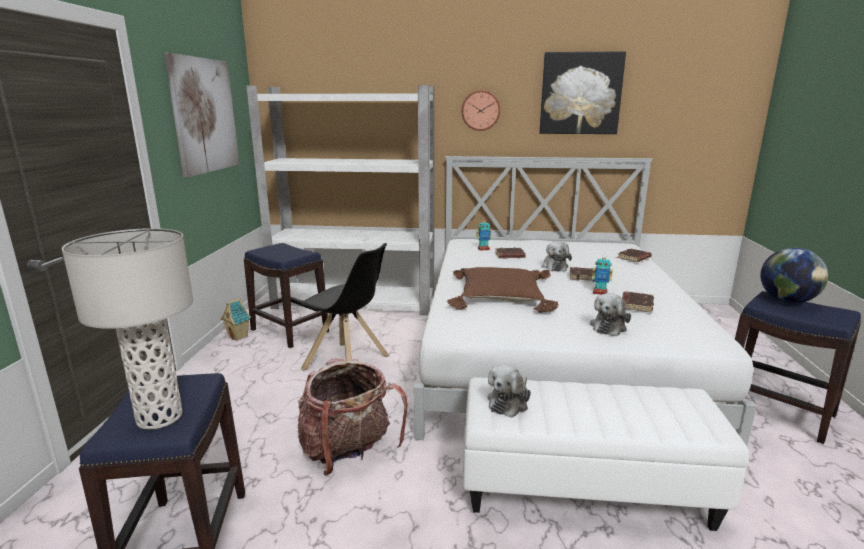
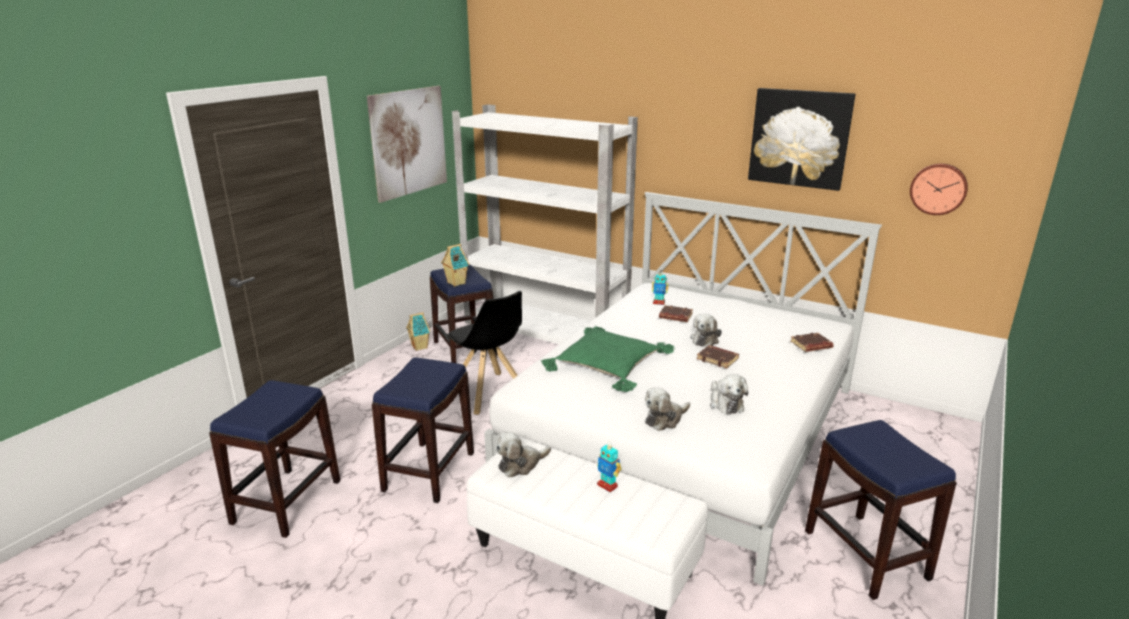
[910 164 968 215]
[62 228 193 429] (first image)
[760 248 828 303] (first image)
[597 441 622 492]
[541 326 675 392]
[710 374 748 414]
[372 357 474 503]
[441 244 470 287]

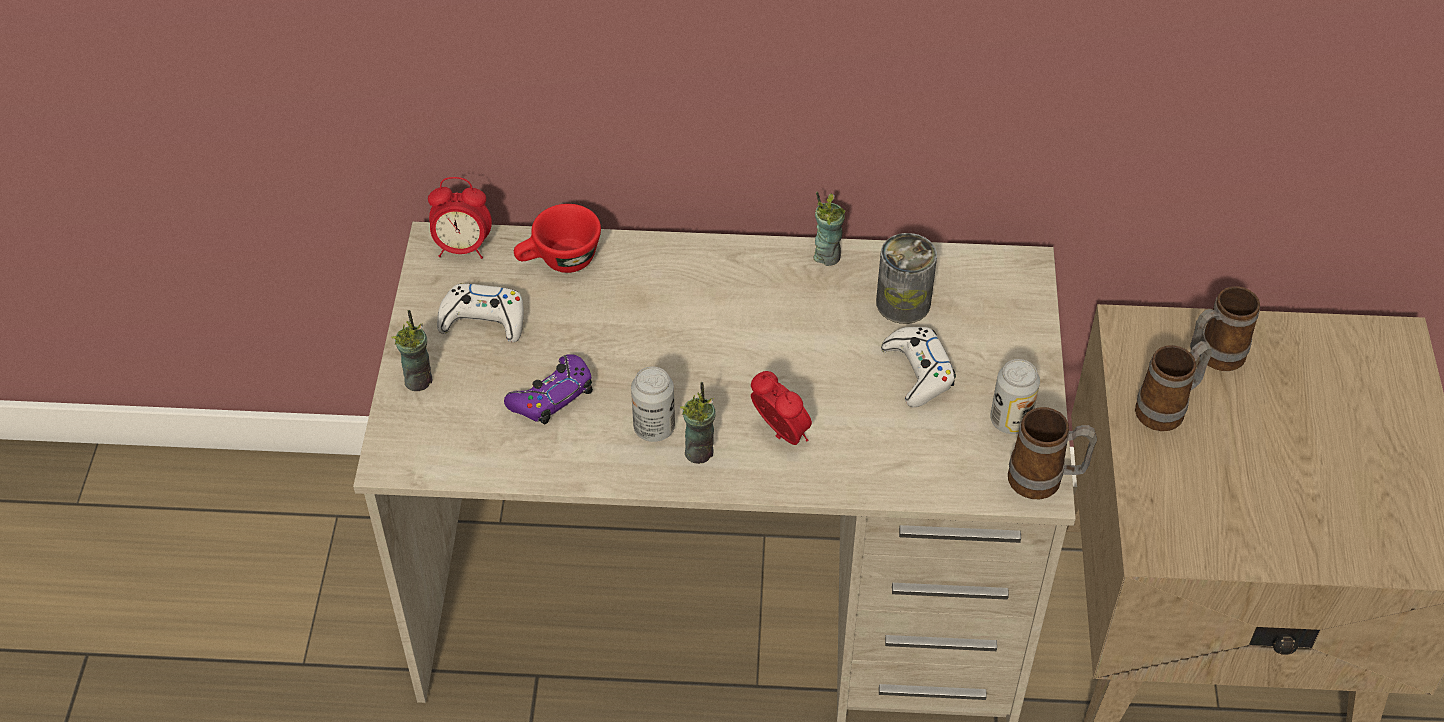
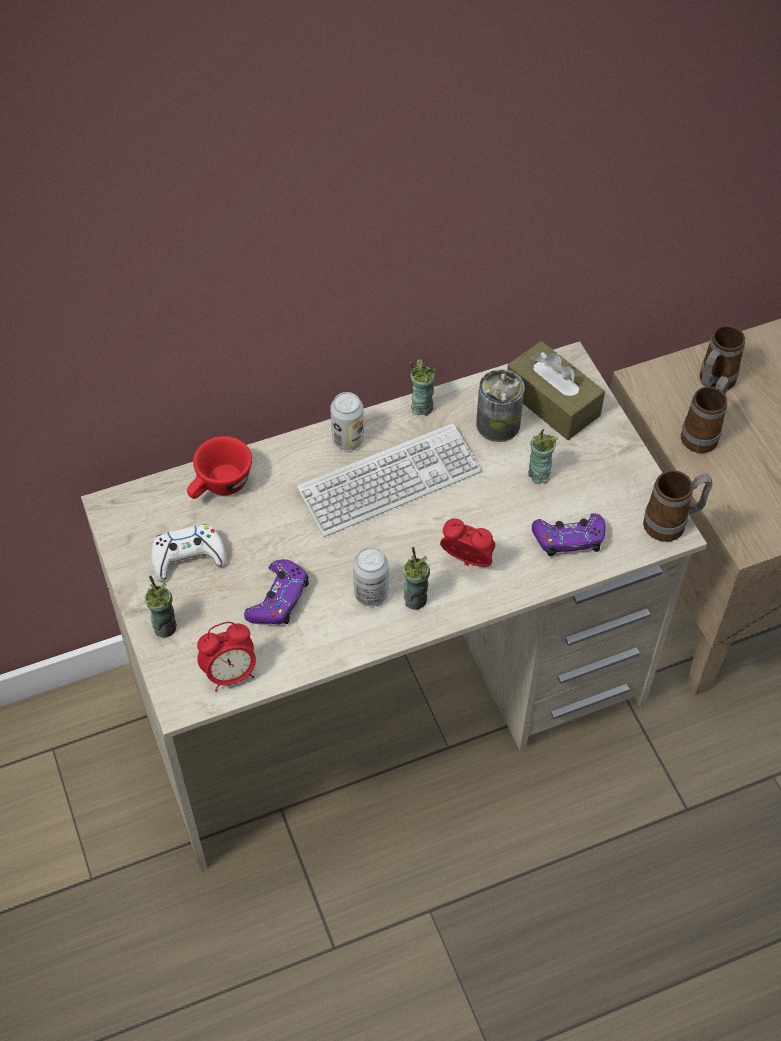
[197 622 256 691]
[528 429 559 484]
[330 392 364 450]
[507 341 605 440]
[297 423 482 537]
[532 513 605 556]

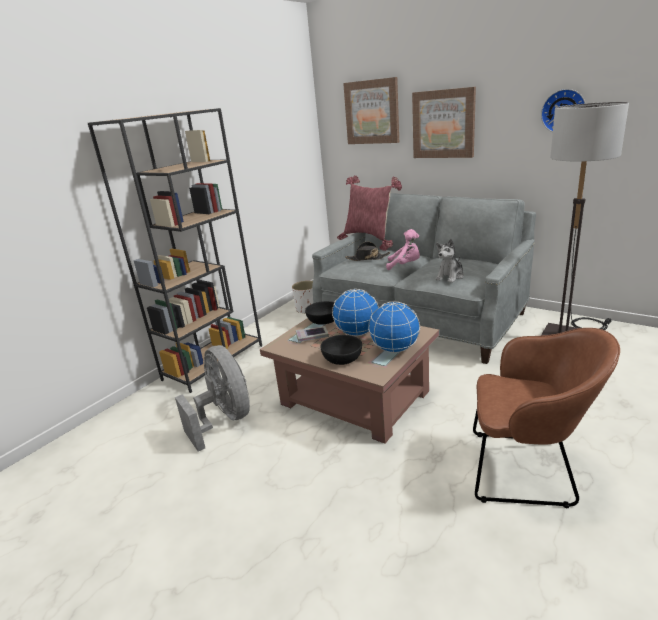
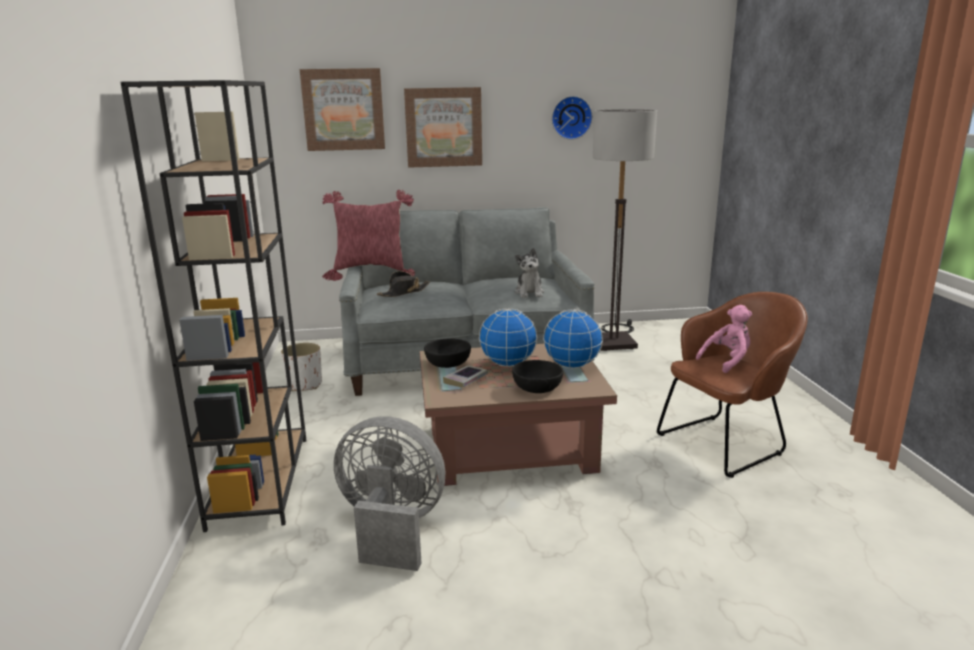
[696 305 752 373]

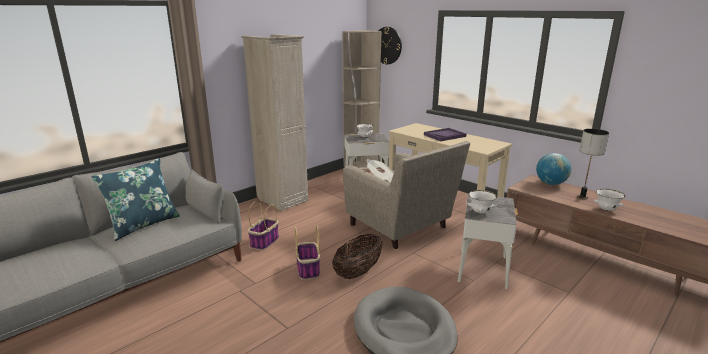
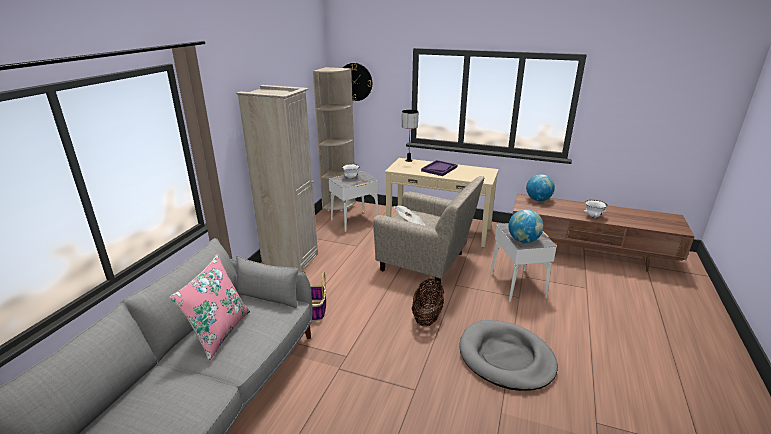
[402 110 418 162]
[169 254 250 361]
[509 209 544 243]
[295 225 320 280] (first image)

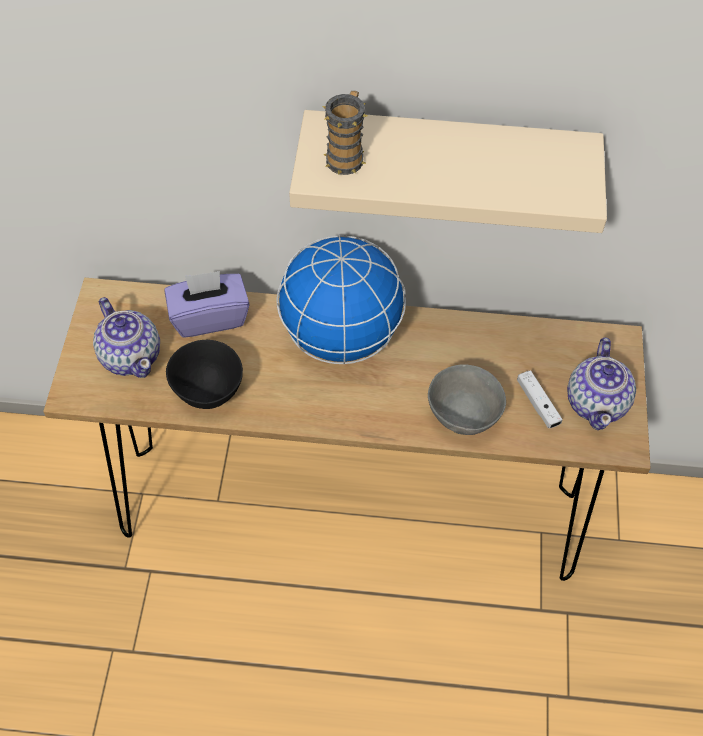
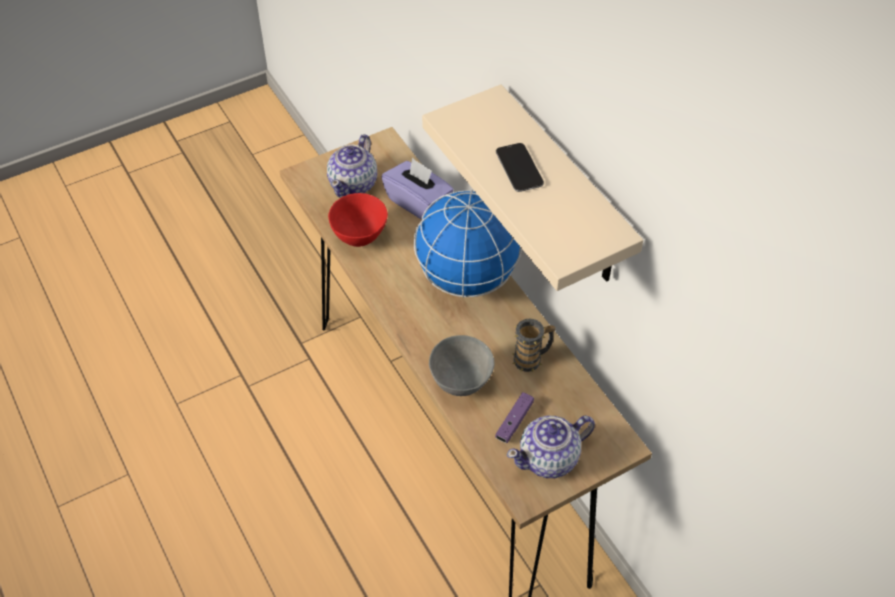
[512 319 556 372]
[328 193 388 247]
[495 392 534 443]
[496 143 544 192]

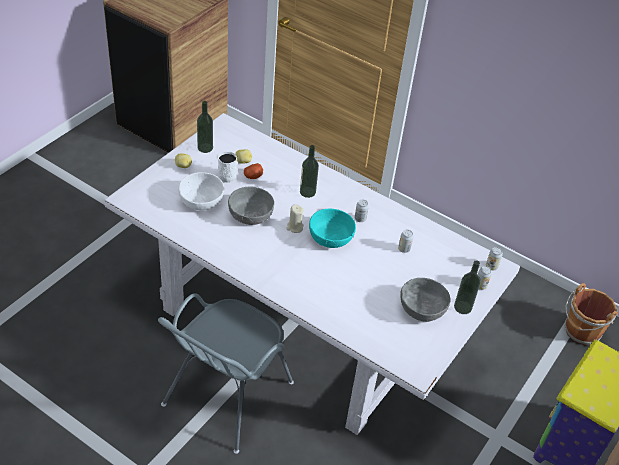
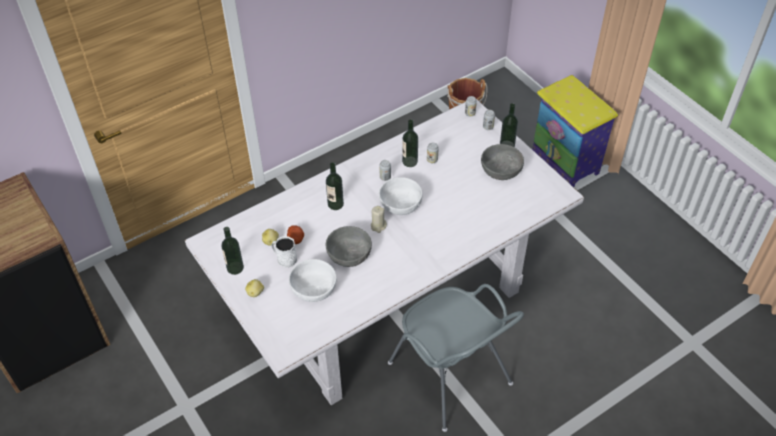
[379 177 423 215]
[402 119 418 167]

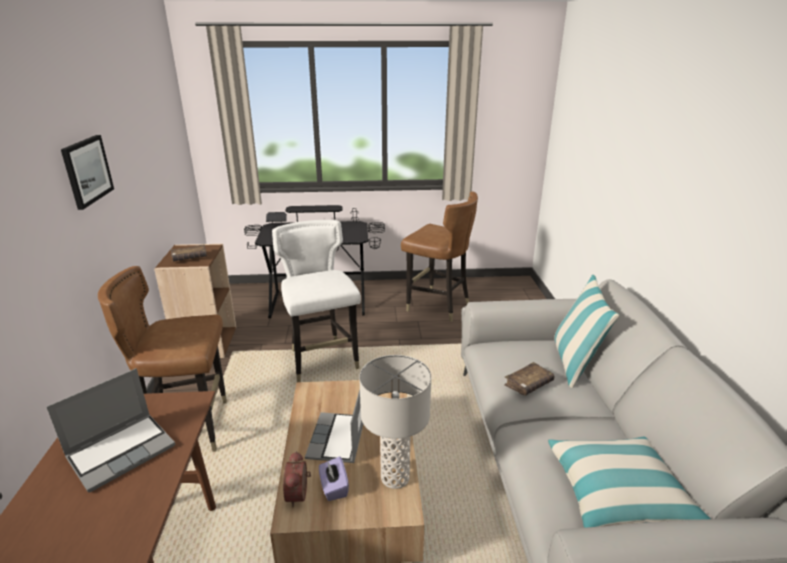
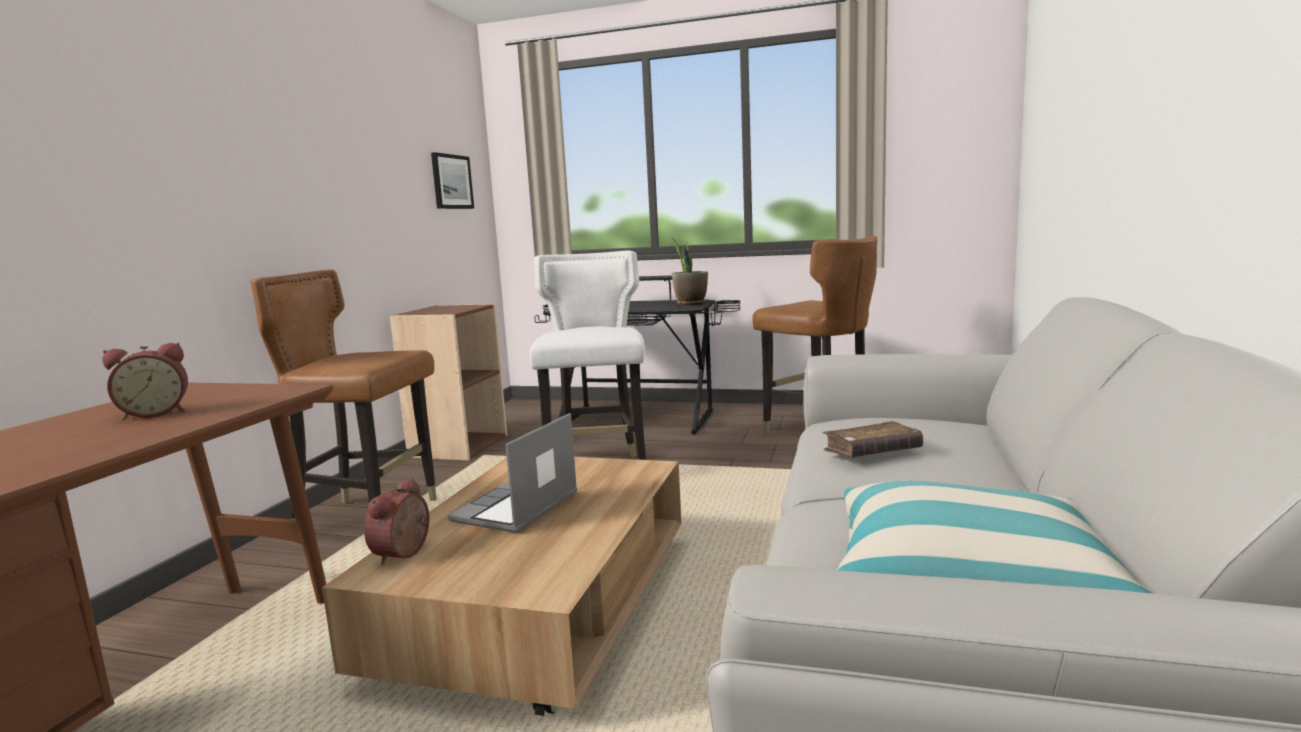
[431 152 474 209]
[171 244 207 262] (first image)
[554 275 619 388] (first image)
[359 355 432 489] (first image)
[102 343 188 420]
[319 456 349 501] (first image)
[672 238 708 305]

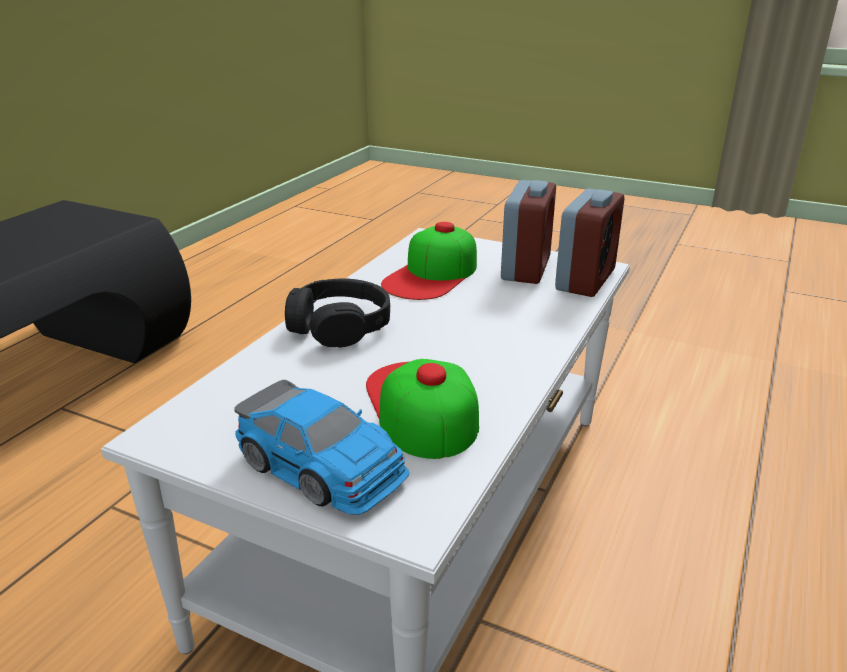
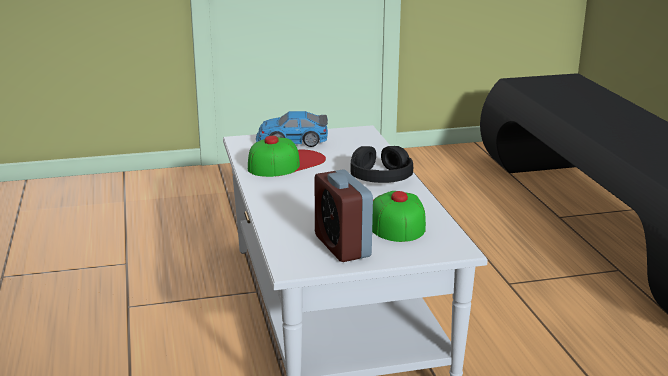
[555 189 624 297] (first image)
[248 136 326 177]

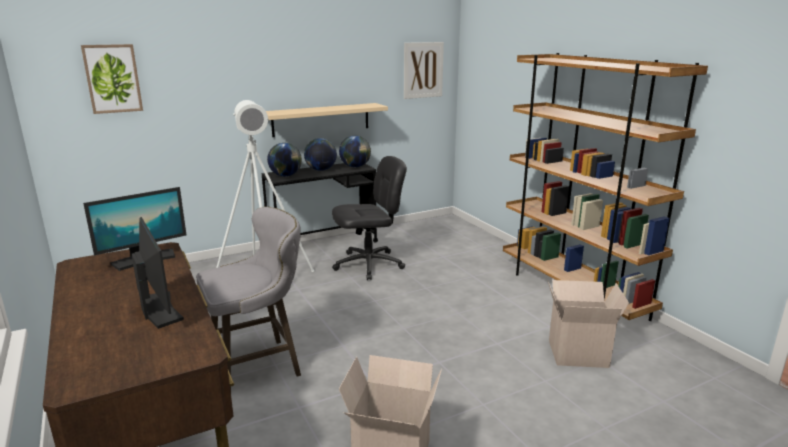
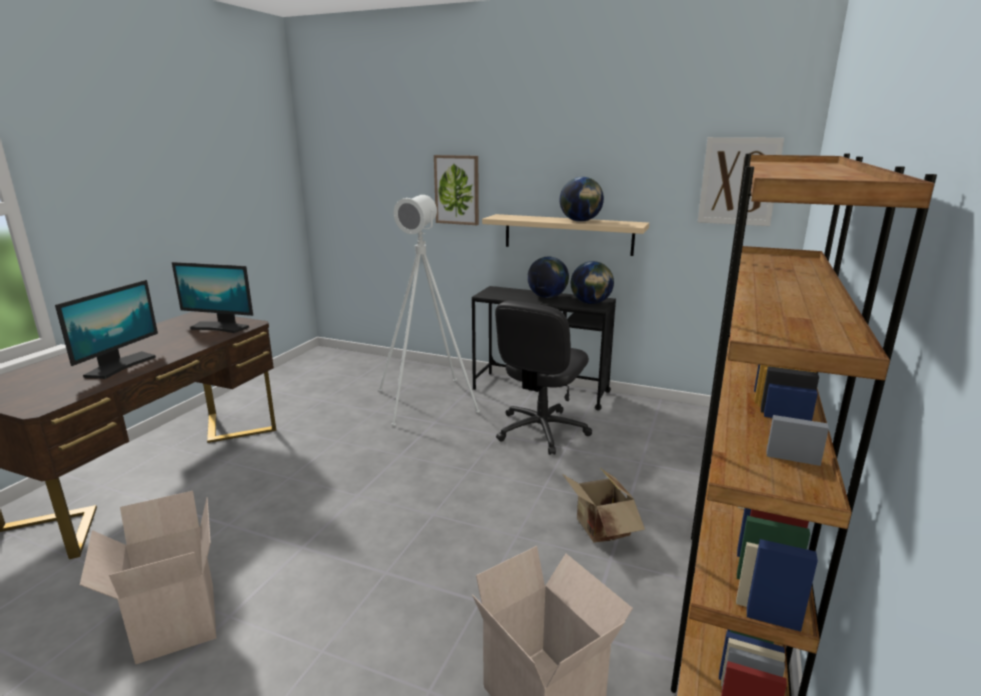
[434 155 479 225]
[560 177 604 222]
[495 301 592 455]
[196 206 301 391] (first image)
[562 468 645 543]

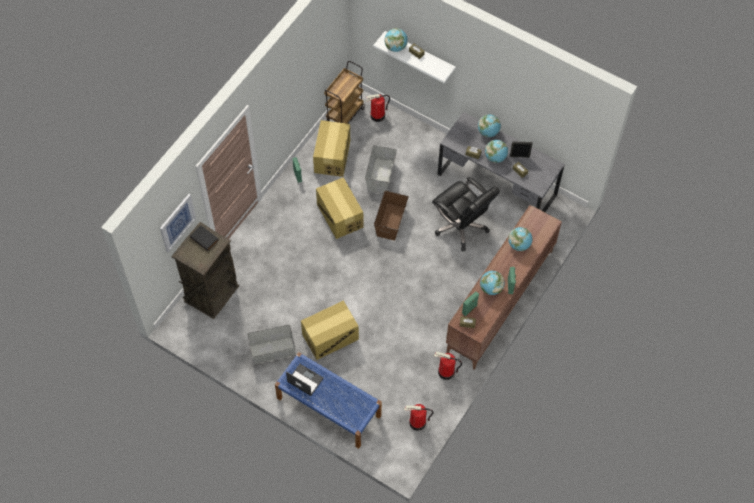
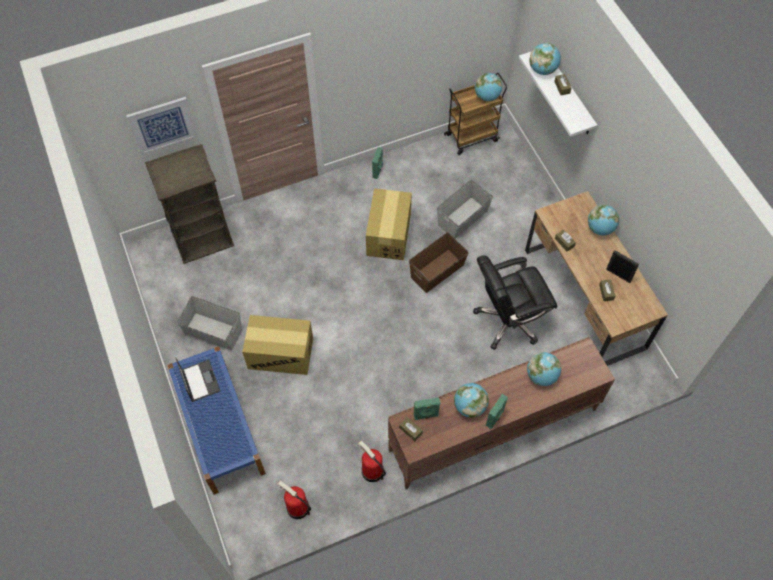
[365 94 390 122] (first image)
[525 191 668 366]
[313 120 350 177] (first image)
[475 73 502 101]
[473 255 557 350]
[190 225 219 251] (first image)

